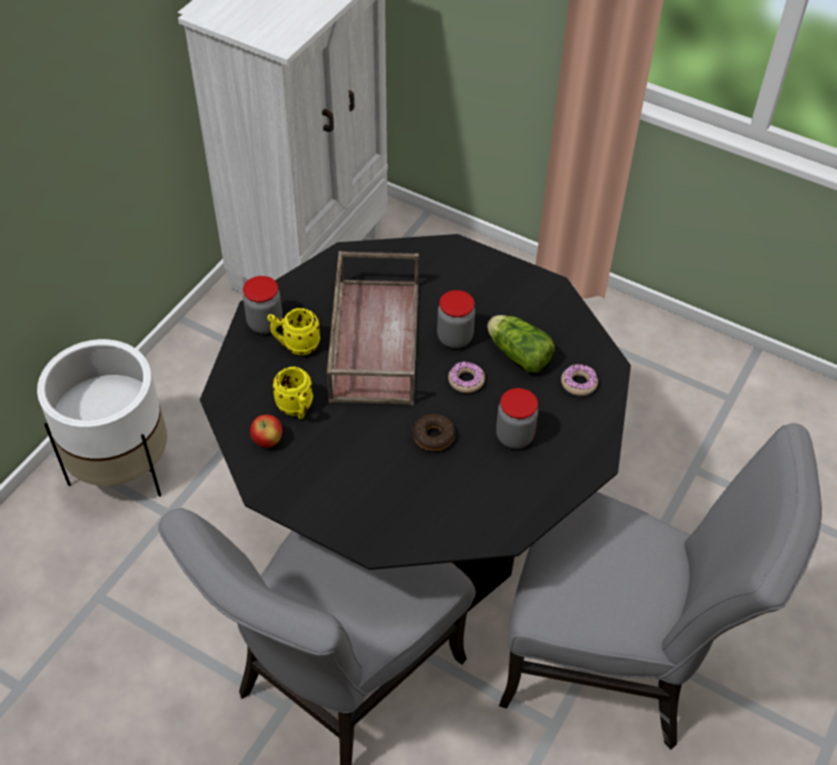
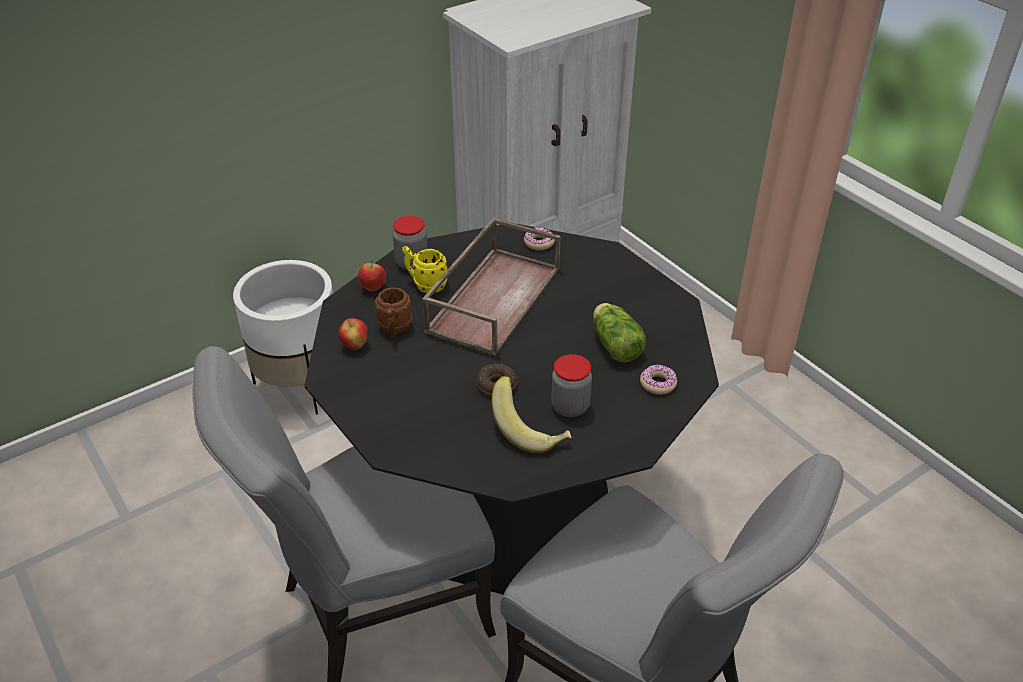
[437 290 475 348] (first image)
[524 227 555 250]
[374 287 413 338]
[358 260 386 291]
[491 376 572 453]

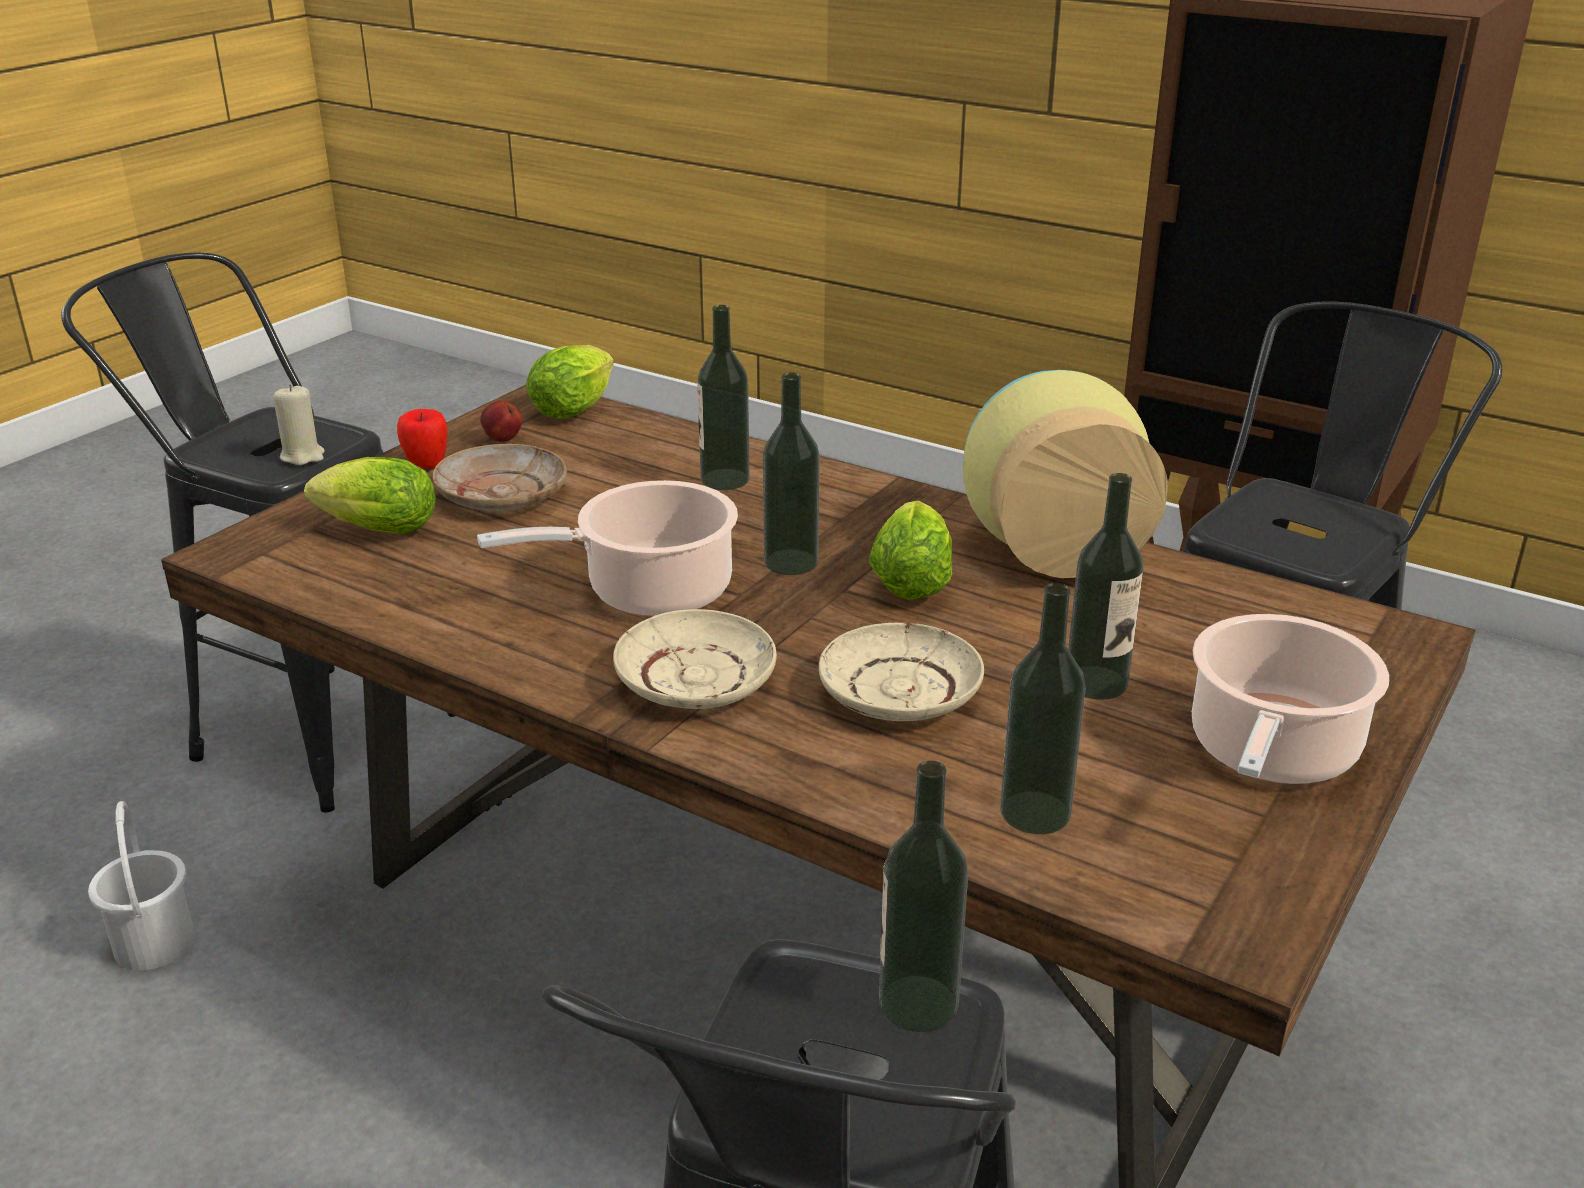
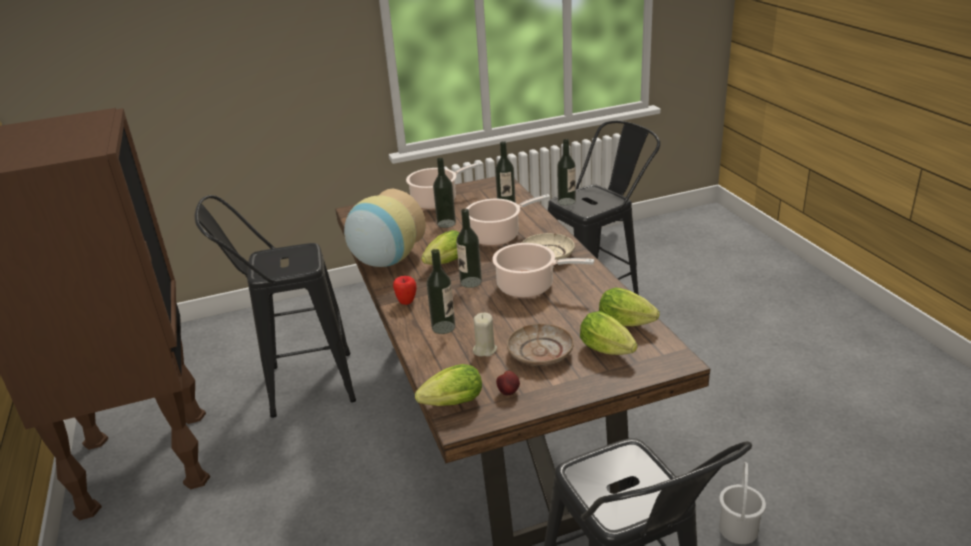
[473 313 497 357]
[393 276 417 305]
[466 194 551 246]
[599 288 660 326]

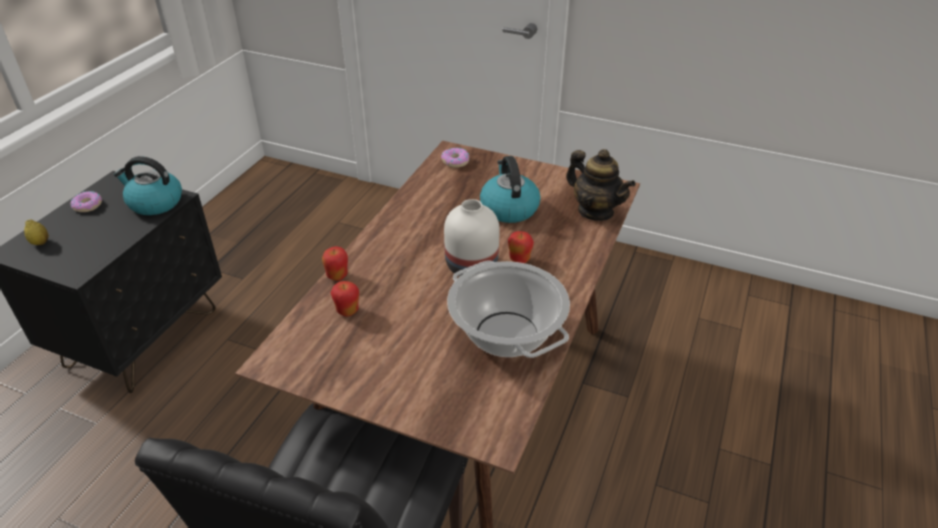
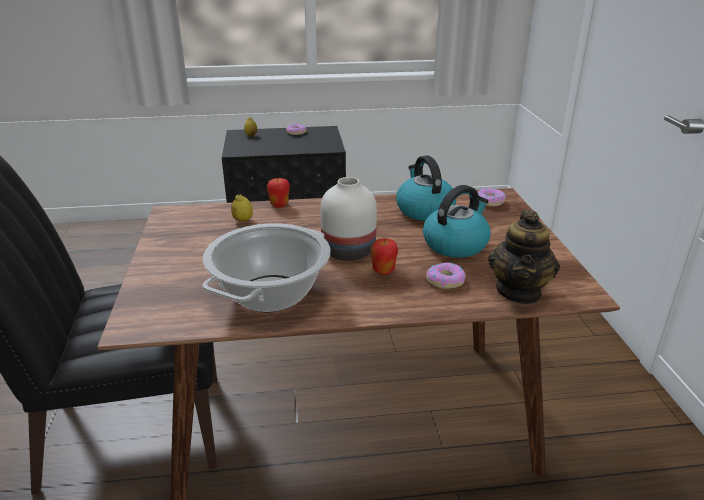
[396 155 456 221]
[231 195 253 222]
[426 262 466 289]

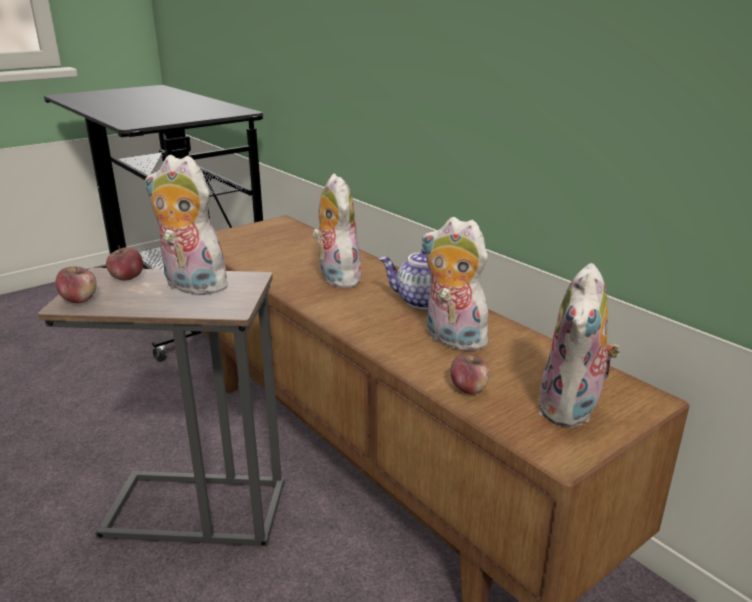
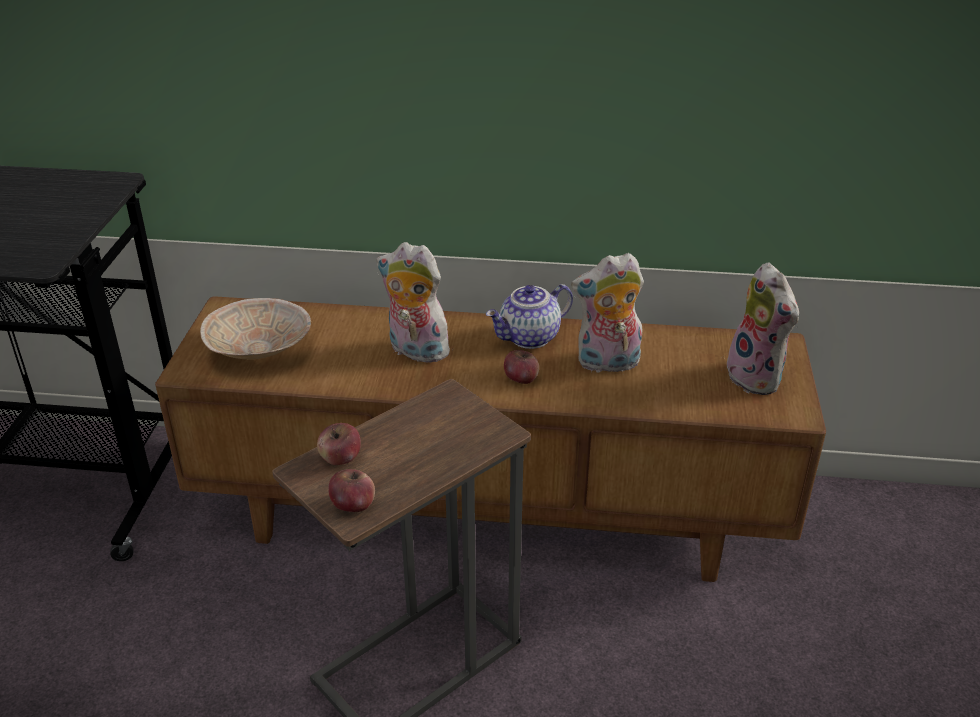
[145 155 231 295] (first image)
[504 350 539 384]
[200 298 311 360]

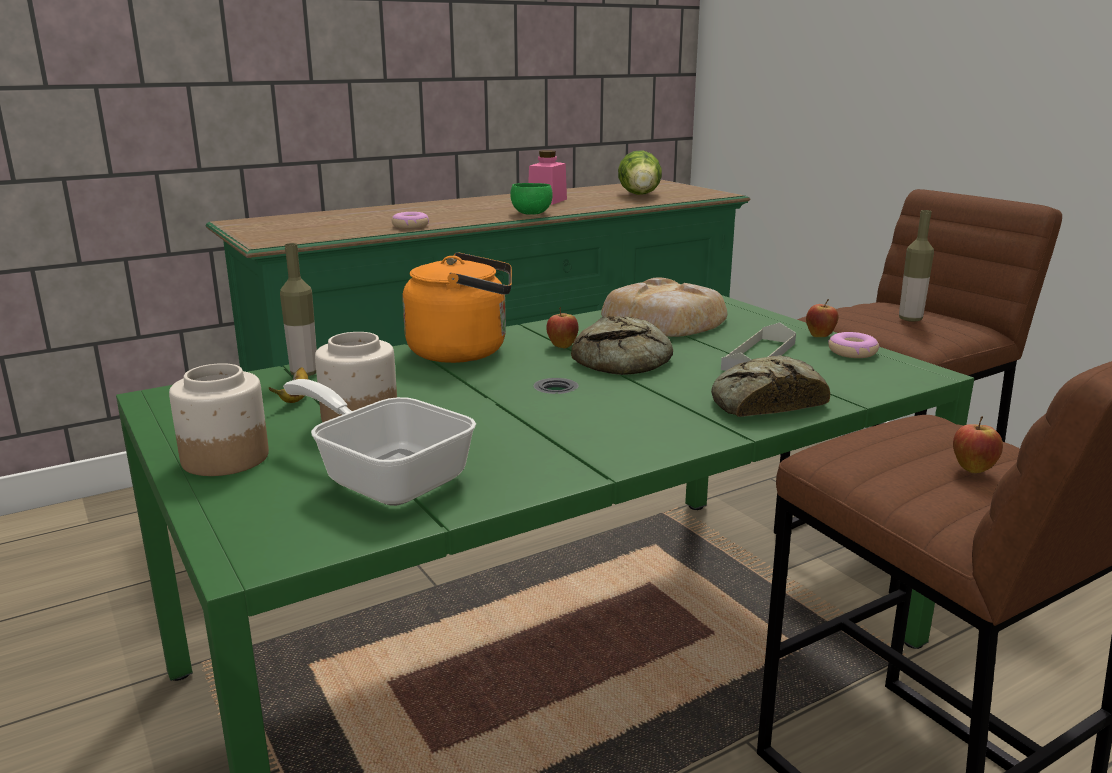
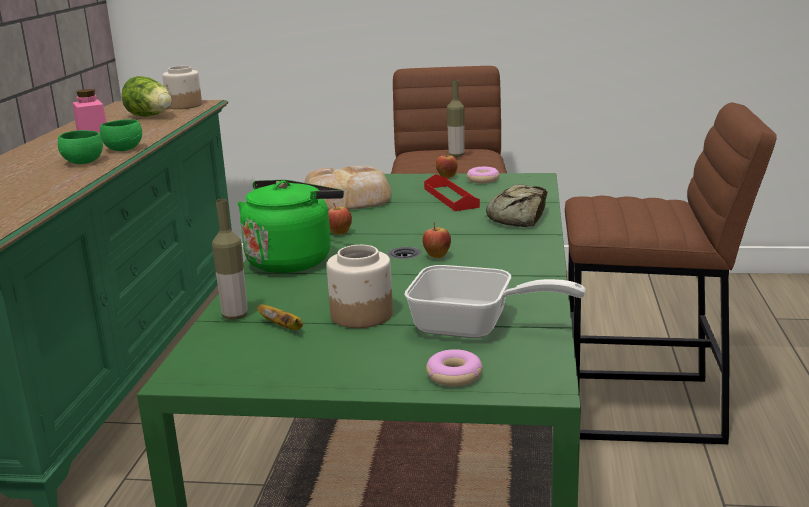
[426 349 482 386]
[238 180 344 273]
[571 316 673 375] (first image)
[424 174 480 211]
[162 66 202 109]
[404 265 586 338]
[423 222 451 258]
[58 130 103 164]

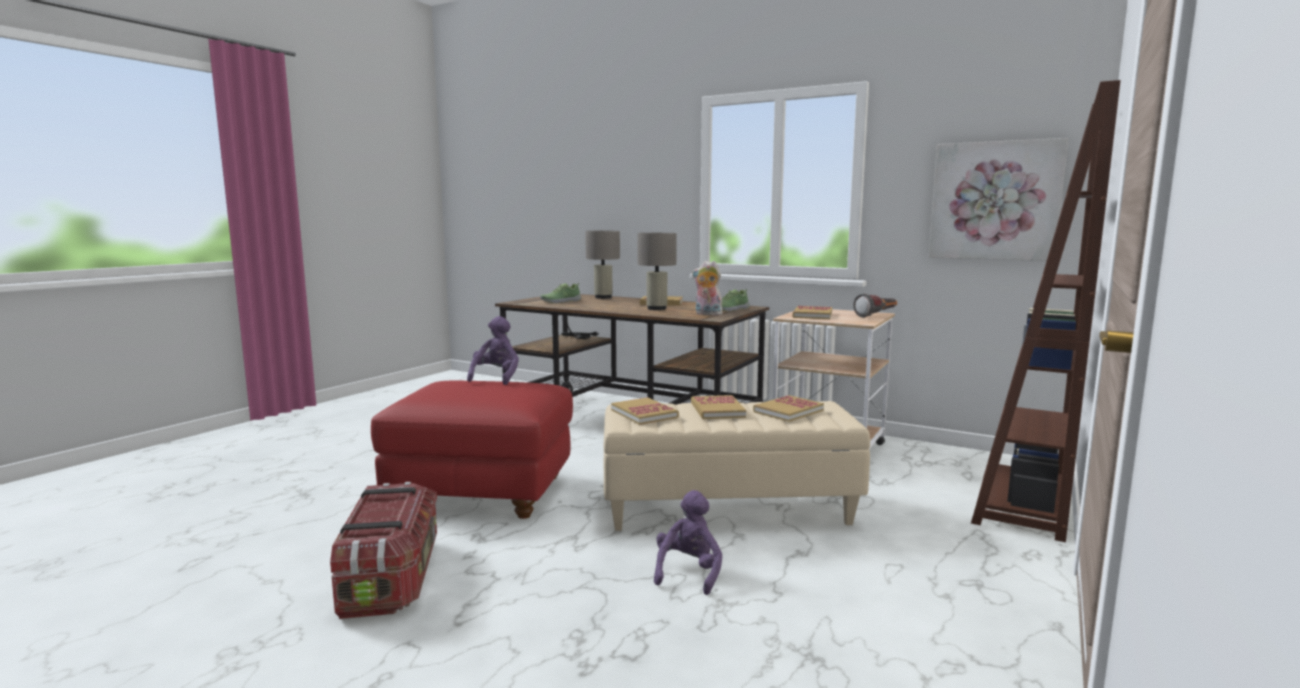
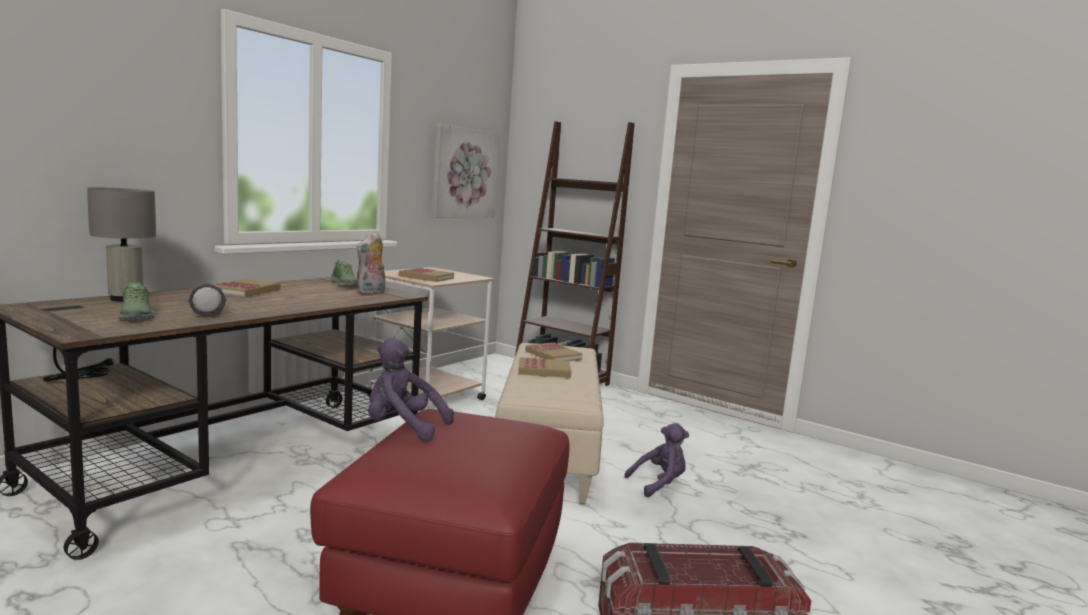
[637 233 677 310] (first image)
[188 283 226 317]
[611 397 679 425] (first image)
[625 423 689 497]

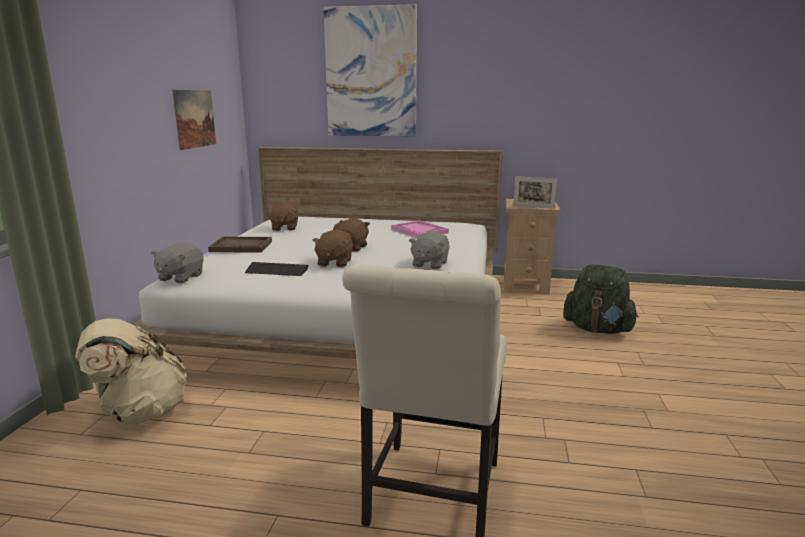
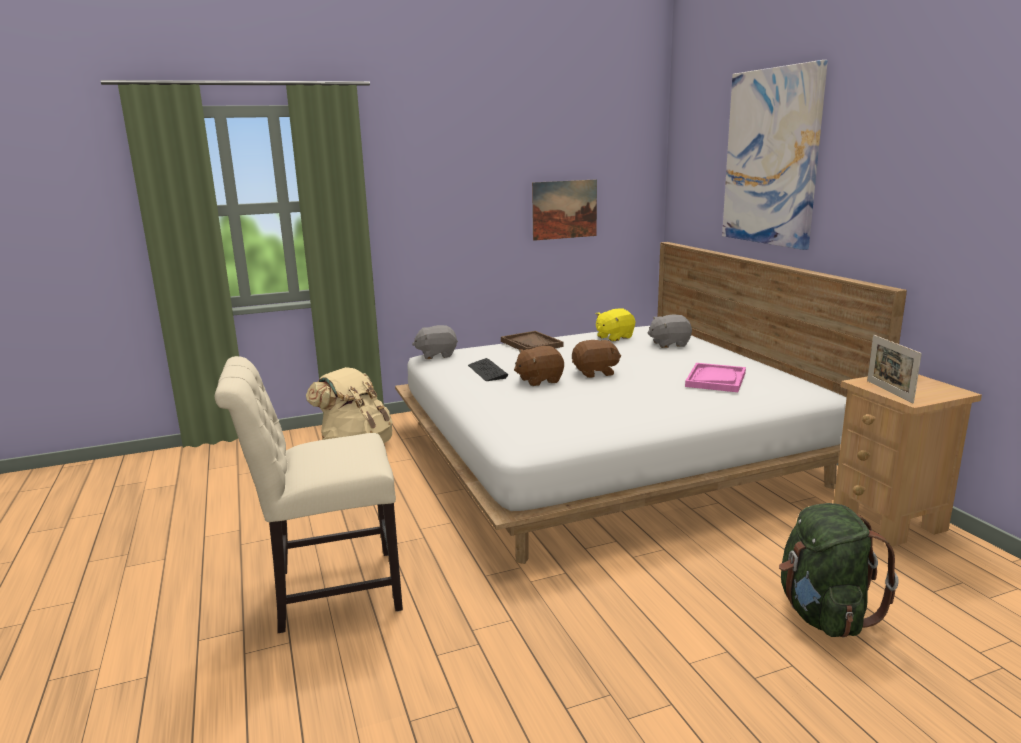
[596 309 635 342]
[647 315 692 348]

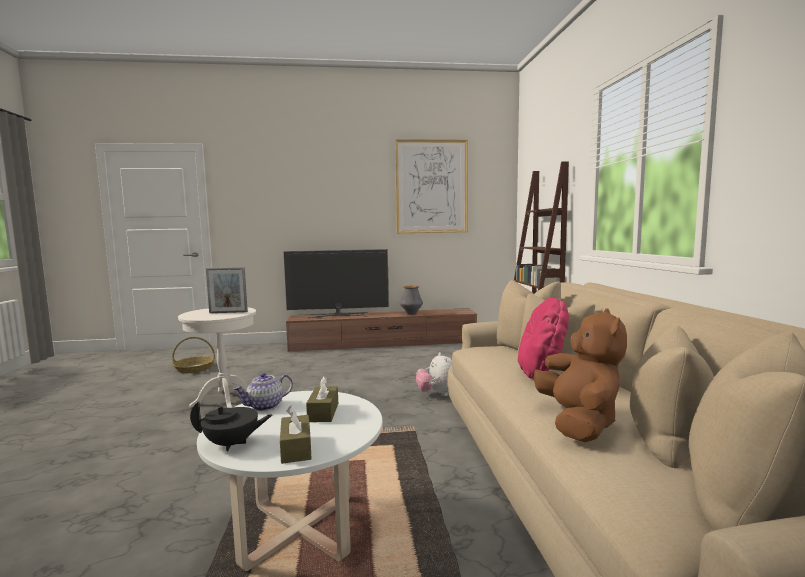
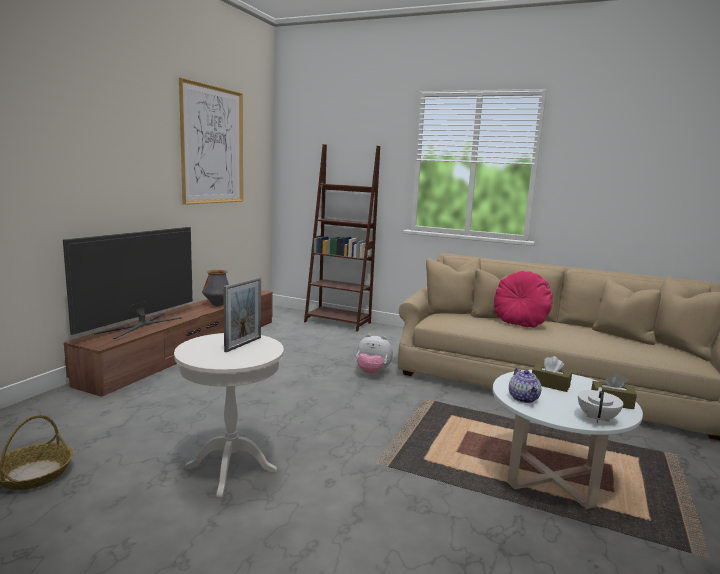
[534 309 627 442] (first image)
[578 387 624 423]

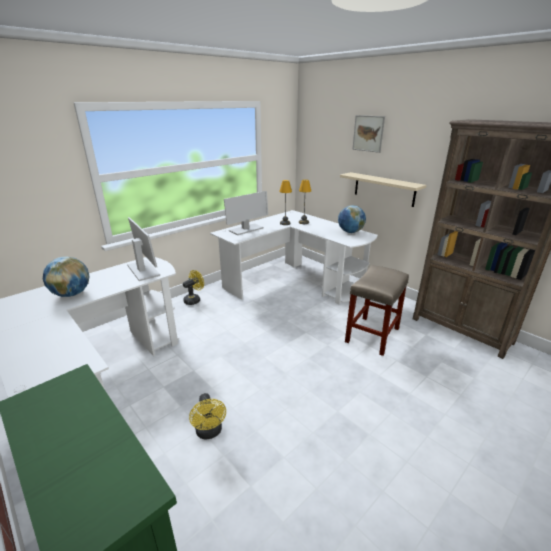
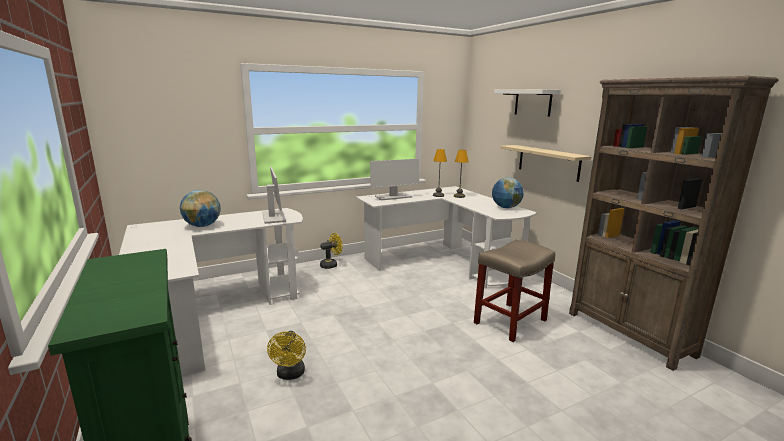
[494 89 561 117]

